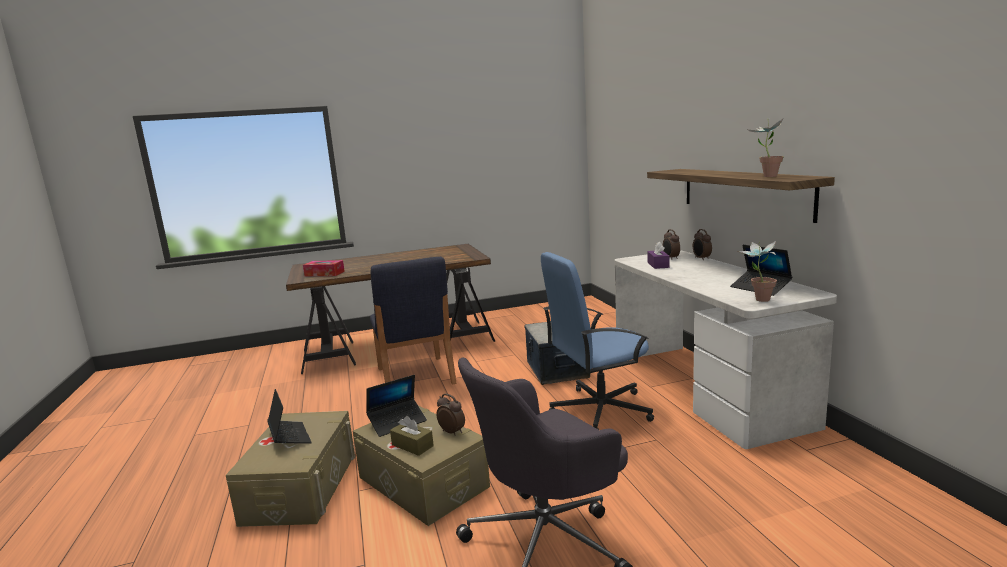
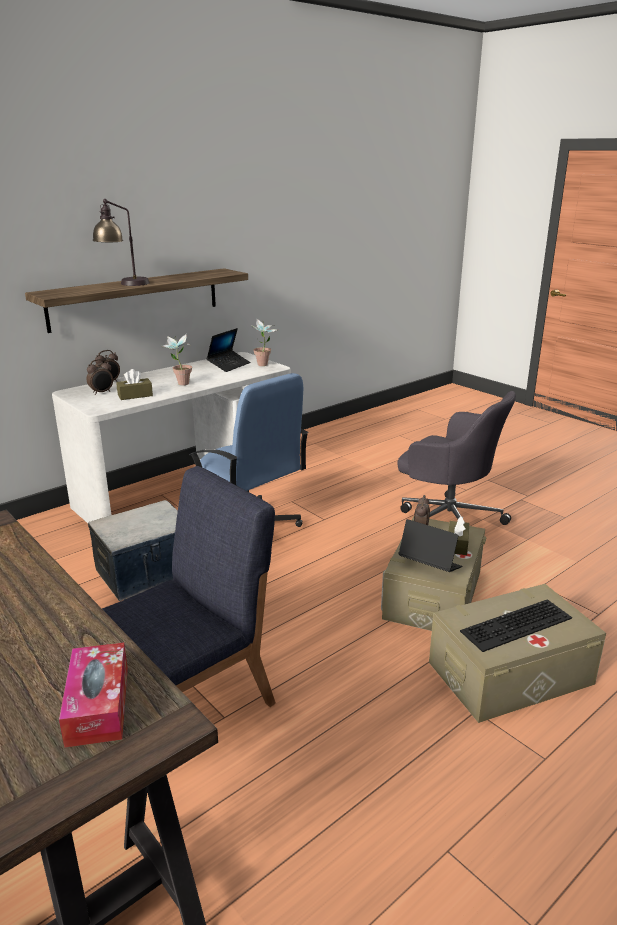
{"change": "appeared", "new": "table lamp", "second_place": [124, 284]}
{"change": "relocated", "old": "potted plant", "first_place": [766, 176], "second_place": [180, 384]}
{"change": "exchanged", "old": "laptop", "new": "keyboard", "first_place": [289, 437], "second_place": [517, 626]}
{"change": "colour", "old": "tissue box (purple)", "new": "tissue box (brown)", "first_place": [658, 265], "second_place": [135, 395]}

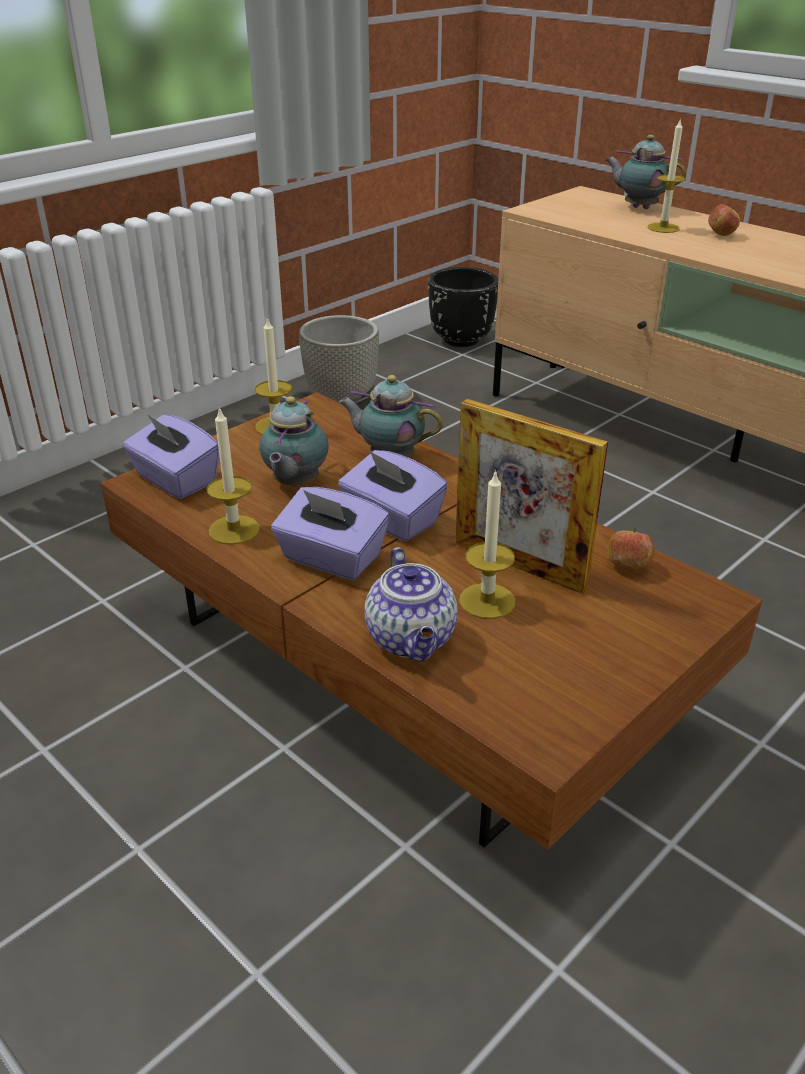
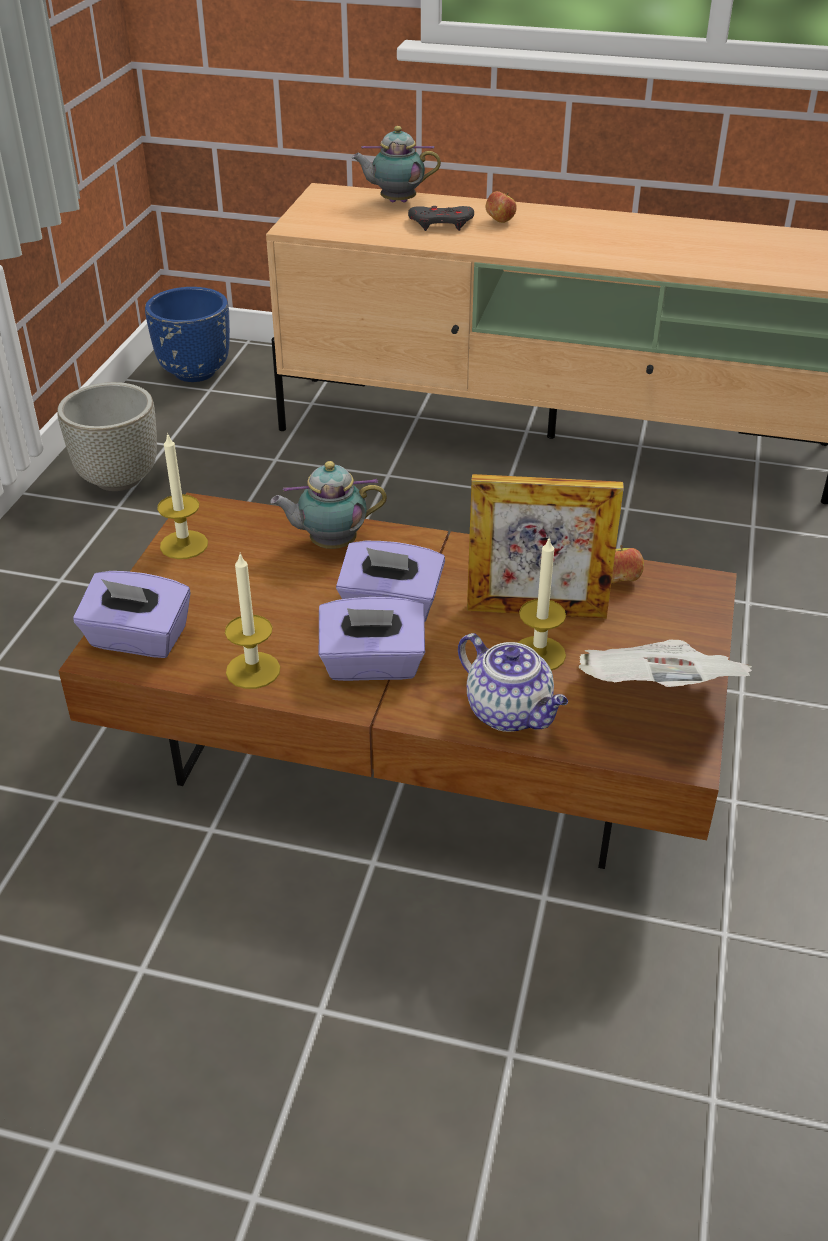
{"change": "missing", "old": "teapot", "first_place": [294, 484]}
{"change": "appeared", "new": "newspaper", "second_place": [656, 697]}
{"change": "exchanged", "old": "candle", "new": "game controller (grey)", "first_place": [663, 228], "second_place": [441, 224]}
{"change": "colour", "old": "planter (black)", "new": "planter (blue)", "first_place": [461, 340], "second_place": [195, 372]}

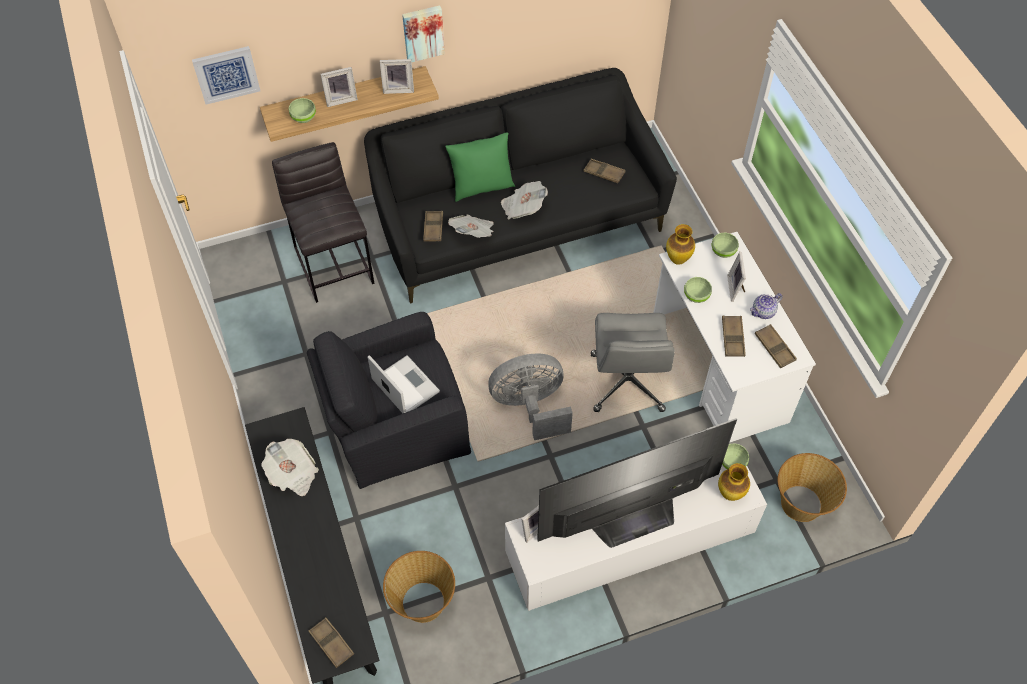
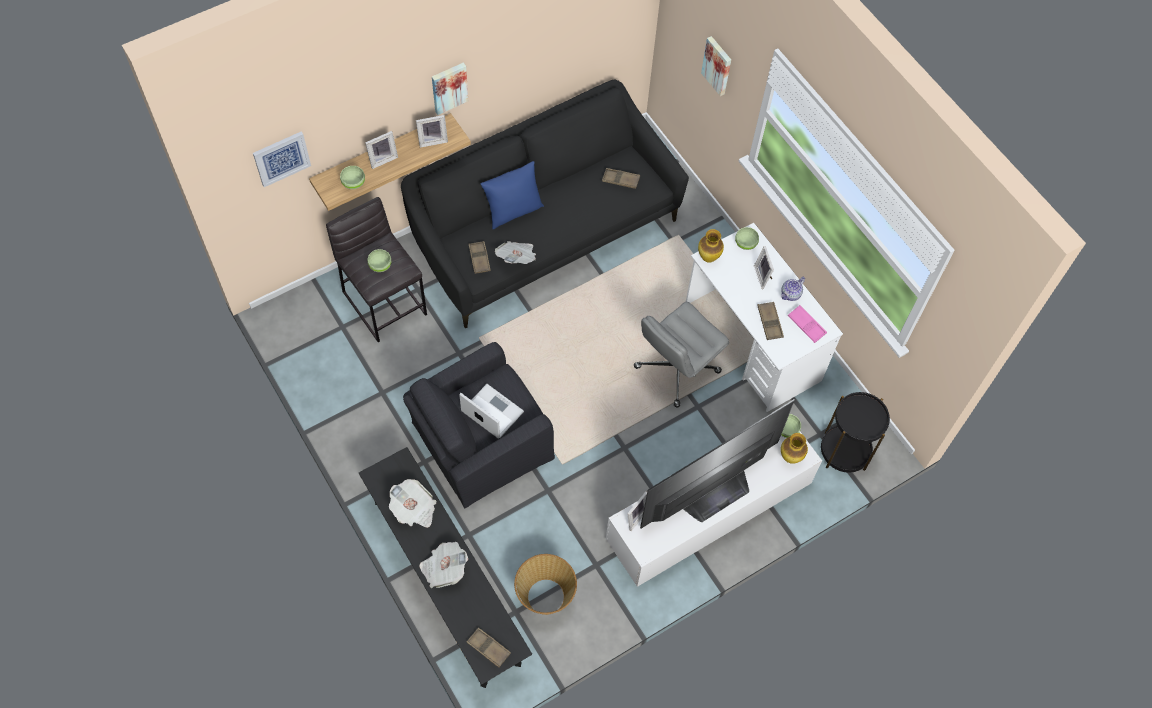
{"change": "missing", "old": "fan (grey)", "first_place": [530, 407]}
{"change": "appeared", "new": "picture", "second_place": [718, 65]}
{"change": "relocated", "old": "newspaper", "first_place": [523, 208], "second_place": [443, 569]}
{"change": "relocated", "old": "bowl (green)", "first_place": [696, 297], "second_place": [380, 266]}
{"change": "exchanged", "old": "basket", "new": "side table (black)", "first_place": [801, 504], "second_place": [845, 451]}
{"change": "colour", "old": "pillow (green)", "new": "pillow (blue)", "first_place": [481, 187], "second_place": [513, 211]}
{"change": "colour", "old": "tray (brown)", "new": "tray (pink)", "first_place": [774, 348], "second_place": [806, 325]}
{"change": "spun", "old": "office chair (grey)", "first_place": [627, 383], "second_place": [676, 370], "degrees": 60}

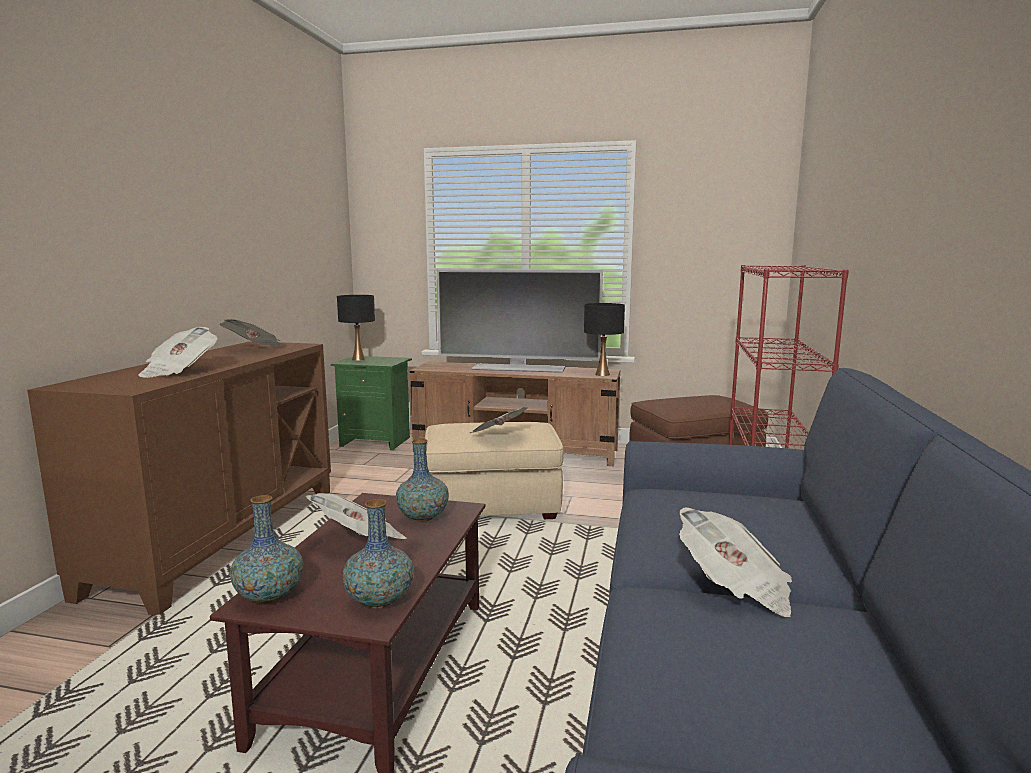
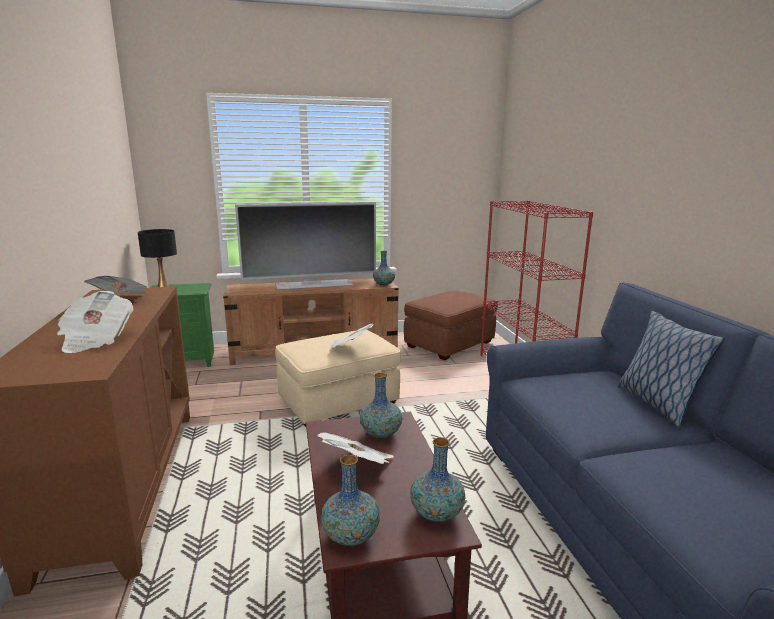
{"change": "missing", "old": "newspaper", "first_place": [735, 588]}
{"change": "appeared", "new": "pillow", "second_place": [656, 403]}
{"change": "exchanged", "old": "table lamp (black)", "new": "vase", "first_place": [602, 374], "second_place": [384, 284]}

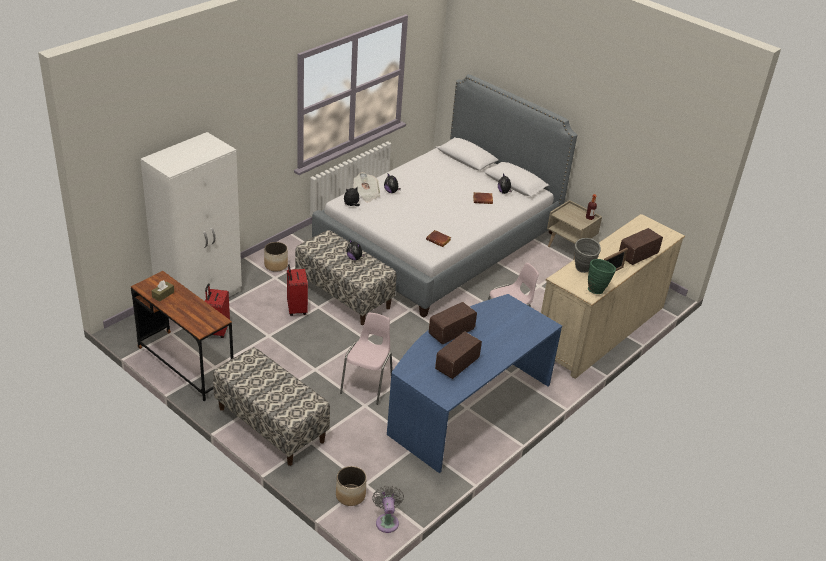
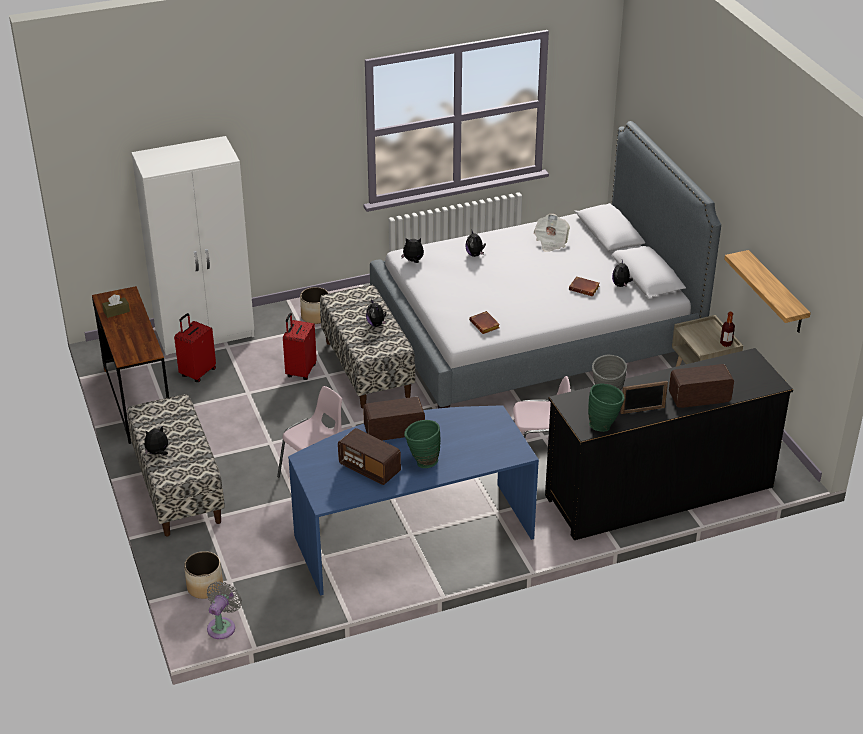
{"change": "appeared", "new": "plush toy", "second_place": [158, 453]}
{"change": "appeared", "new": "vase (green)", "second_place": [422, 461]}
{"change": "appeared", "new": "shelf", "second_place": [776, 293]}
{"change": "relocated", "old": "newspaper", "first_place": [366, 194], "second_place": [551, 242]}
{"change": "colour", "old": "dresser (beige)", "new": "dresser (black)", "first_place": [600, 329], "second_place": [659, 491]}
{"change": "spun", "old": "radio", "first_place": [457, 365], "second_place": [369, 469], "degrees": -120}

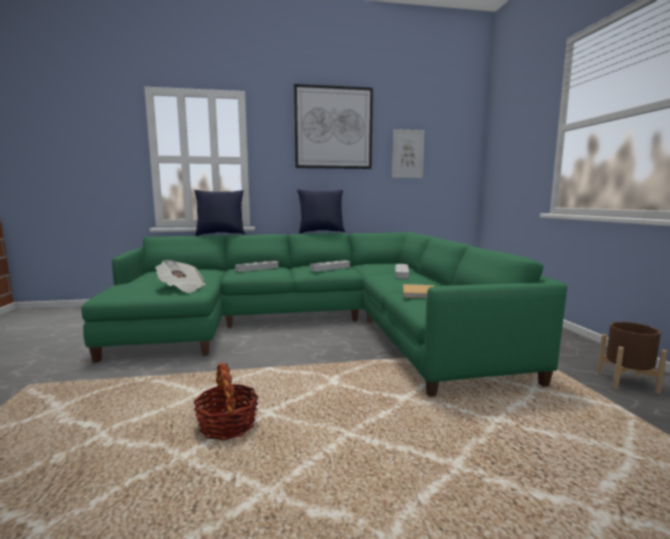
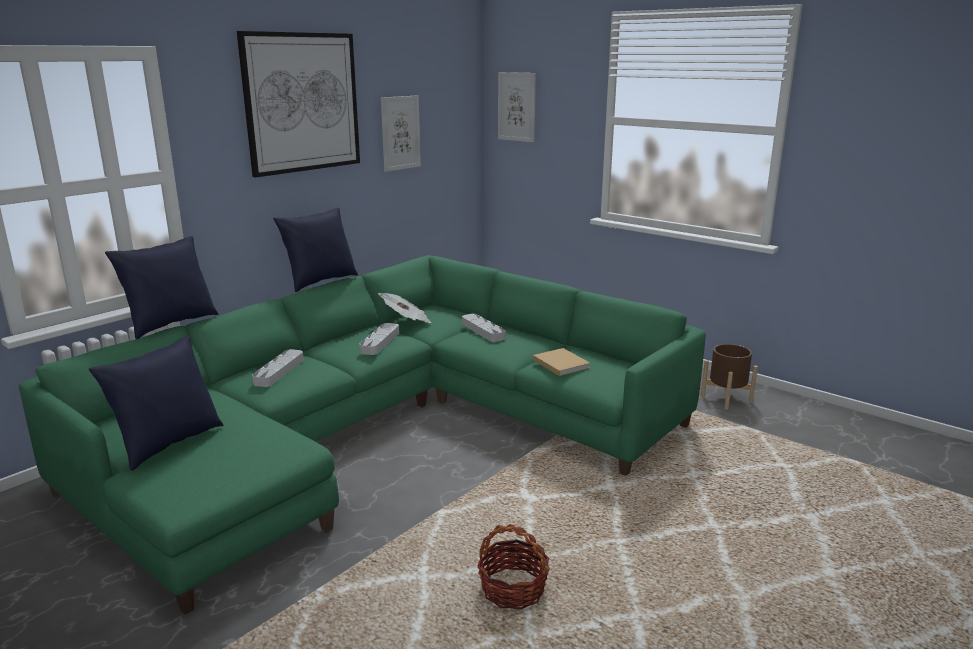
{"change": "appeared", "new": "pillow (blue)", "second_place": [168, 443]}
{"change": "appeared", "new": "picture", "second_place": [516, 107]}
{"change": "relocated", "old": "newspaper", "first_place": [182, 288], "second_place": [406, 321]}

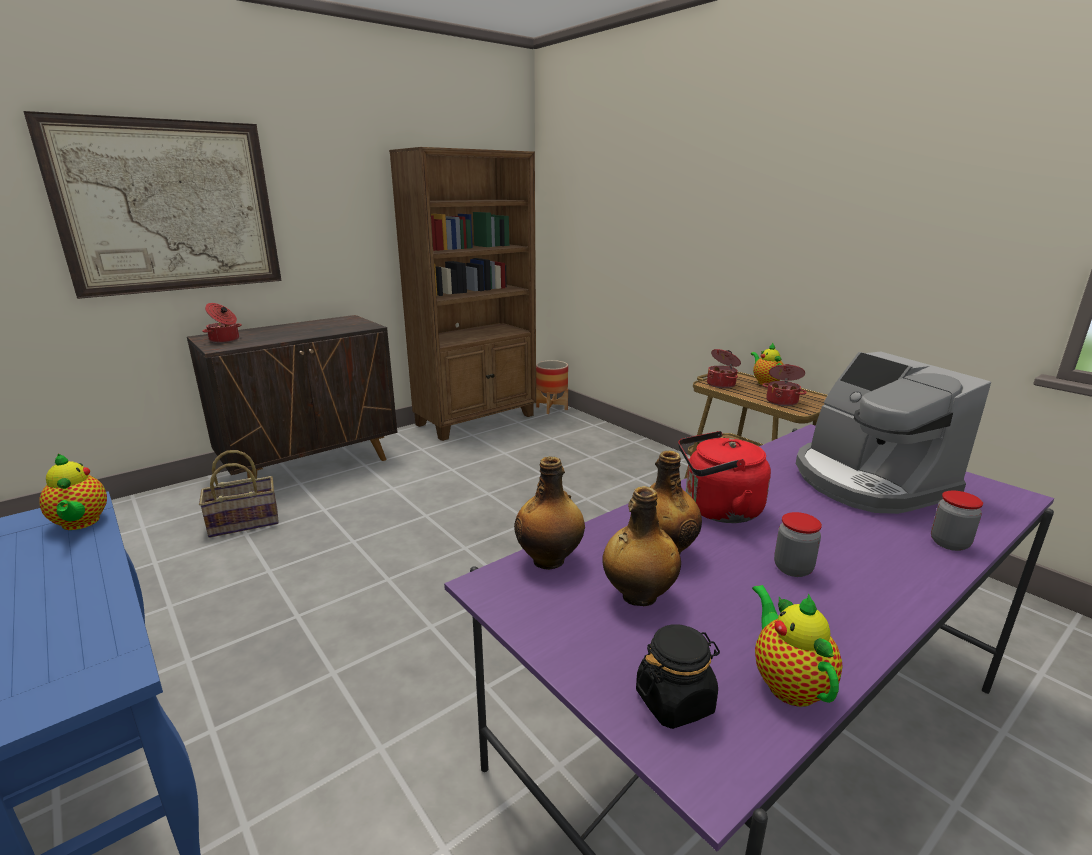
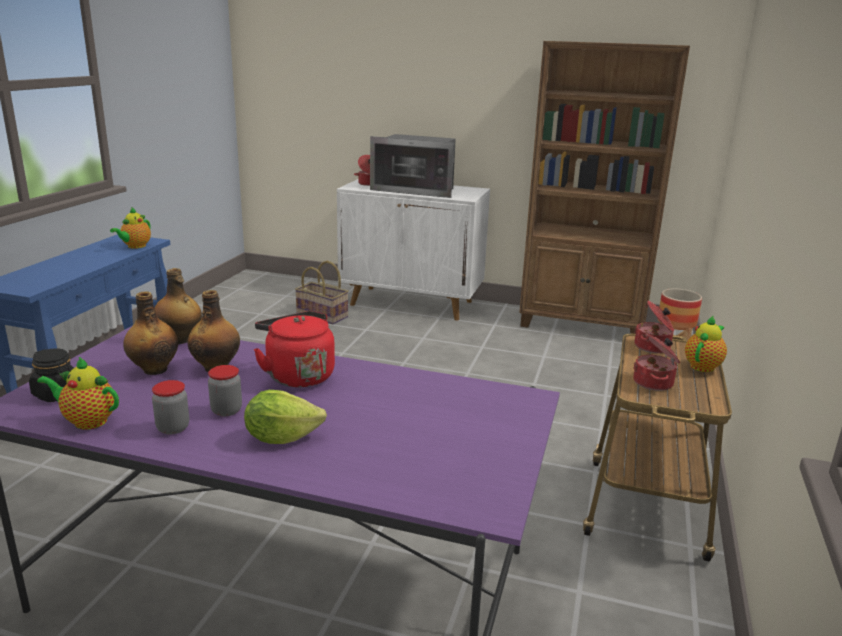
{"change": "missing", "old": "picture", "first_place": [169, 207]}
{"change": "missing", "old": "coffee machine", "first_place": [867, 481]}
{"change": "appeared", "new": "lettuce", "second_place": [281, 437]}
{"change": "appeared", "new": "microwave", "second_place": [416, 189]}
{"change": "relocated", "old": "jar", "first_place": [949, 543], "second_place": [173, 428]}
{"change": "colour", "old": "cabinet (brown)", "new": "cabinet (white)", "first_place": [312, 466], "second_place": [412, 303]}
{"change": "spun", "old": "teapot", "first_place": [788, 682], "second_place": [87, 421], "degrees": -120}

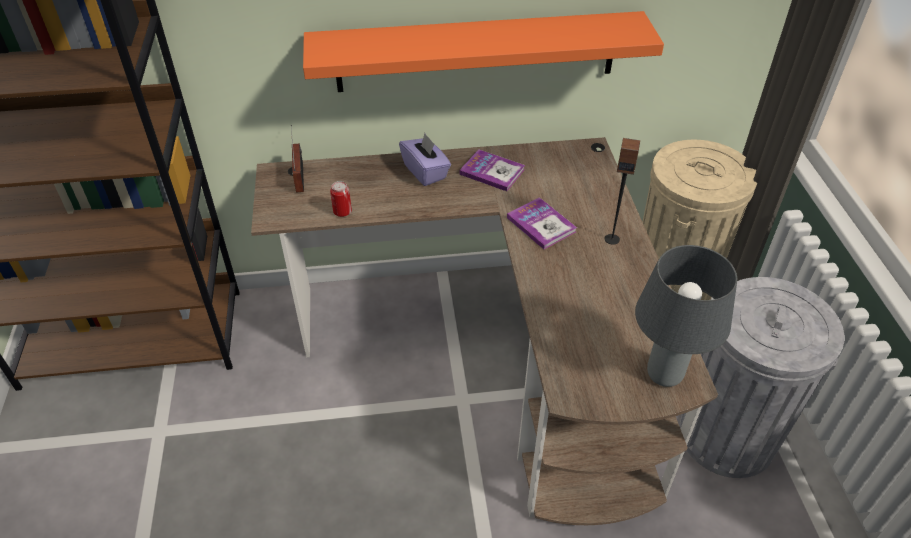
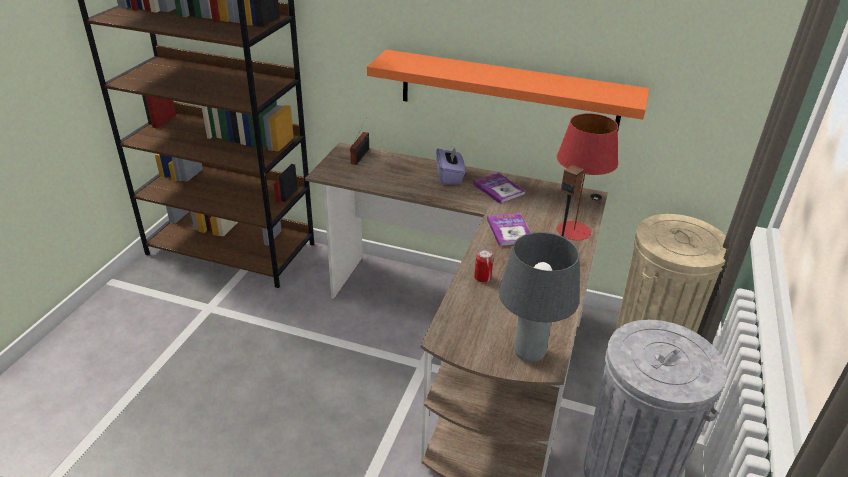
{"change": "appeared", "new": "table lamp (red)", "second_place": [573, 231]}
{"change": "relocated", "old": "can", "first_place": [342, 212], "second_place": [482, 278]}

